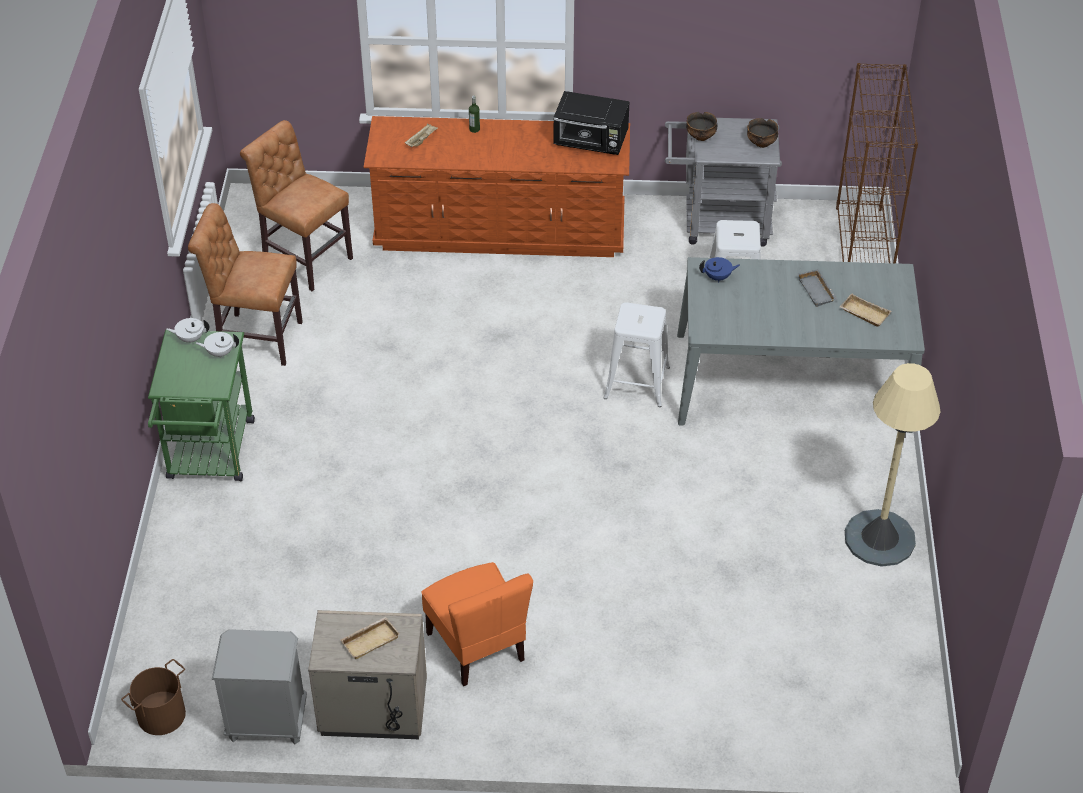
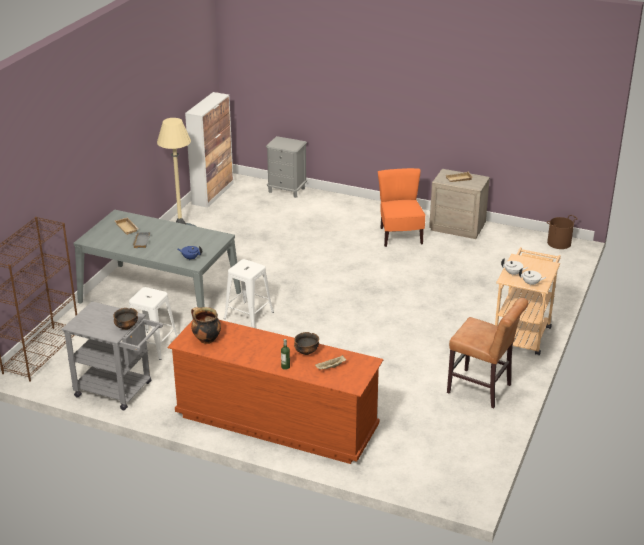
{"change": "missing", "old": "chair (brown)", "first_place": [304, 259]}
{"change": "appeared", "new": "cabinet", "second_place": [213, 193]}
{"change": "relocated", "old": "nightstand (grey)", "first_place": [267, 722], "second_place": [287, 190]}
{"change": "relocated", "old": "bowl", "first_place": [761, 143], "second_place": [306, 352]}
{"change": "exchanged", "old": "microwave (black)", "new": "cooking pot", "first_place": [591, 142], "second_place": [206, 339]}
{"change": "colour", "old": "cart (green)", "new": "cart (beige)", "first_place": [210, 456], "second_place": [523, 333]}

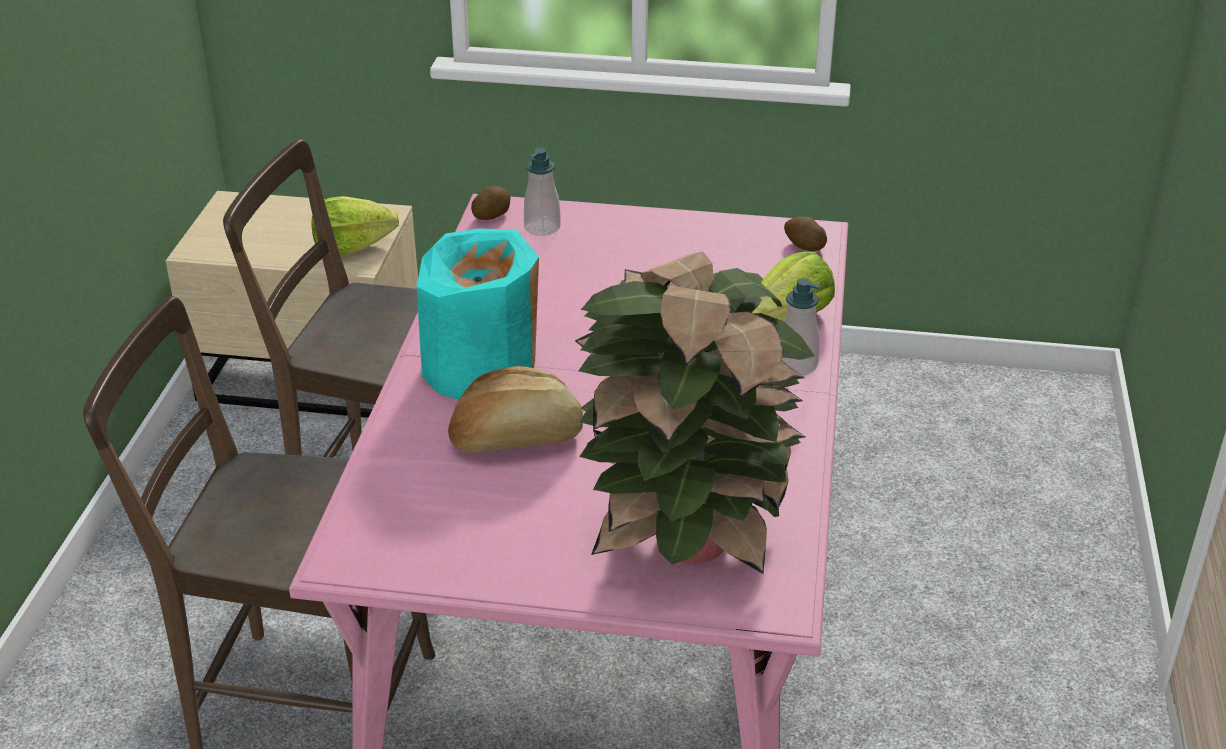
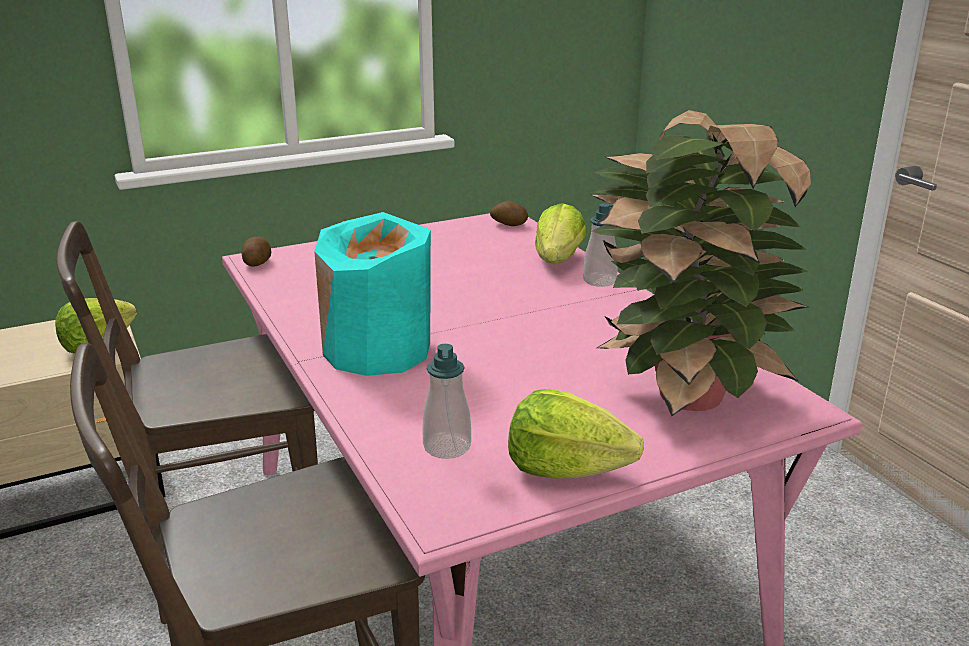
{"change": "missing", "old": "bread", "first_place": [516, 438]}
{"change": "appeared", "new": "lettuce", "second_place": [566, 469]}
{"change": "relocated", "old": "soap dispenser", "first_place": [542, 227], "second_place": [447, 447]}

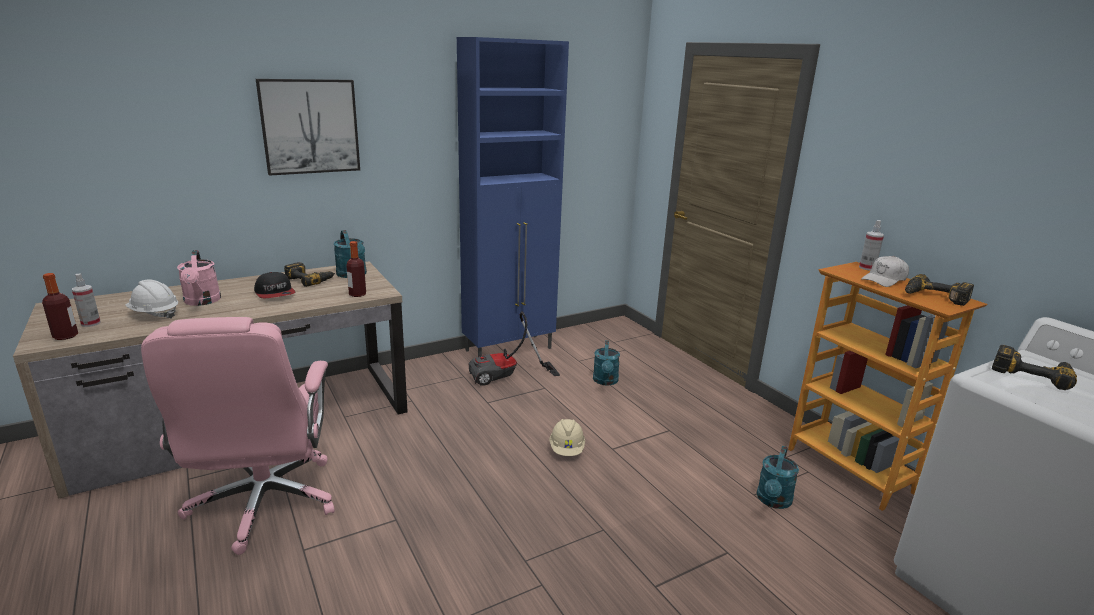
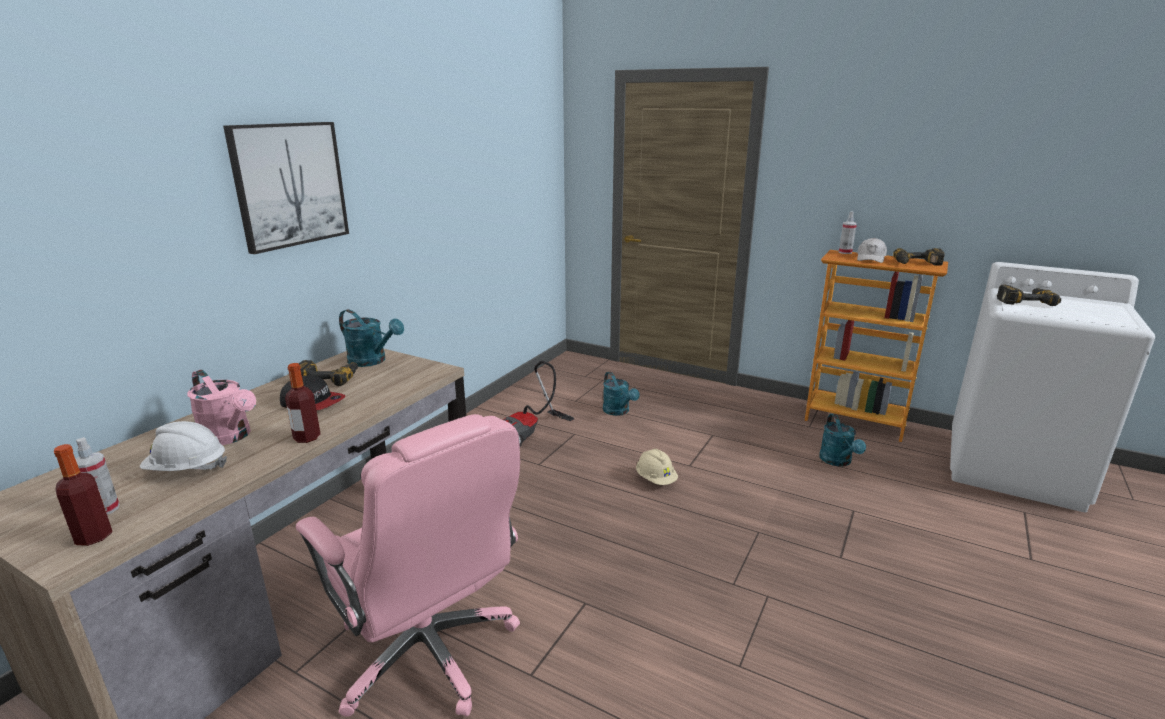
{"change": "missing", "old": "cabinet (blue)", "first_place": [510, 349]}
{"change": "relocated", "old": "bottle", "first_place": [357, 294], "second_place": [307, 438]}

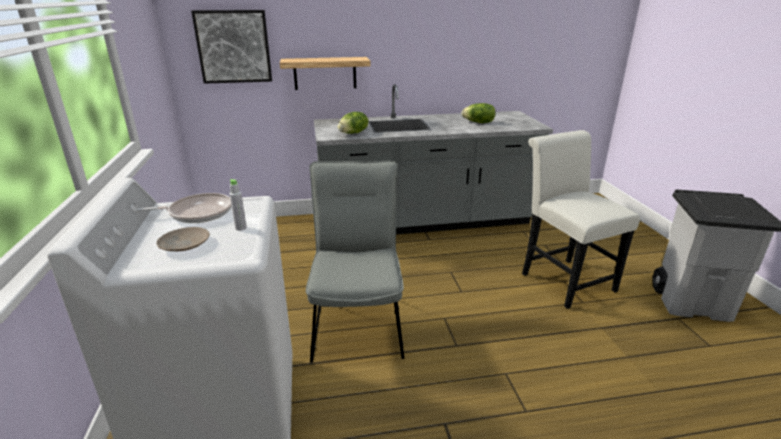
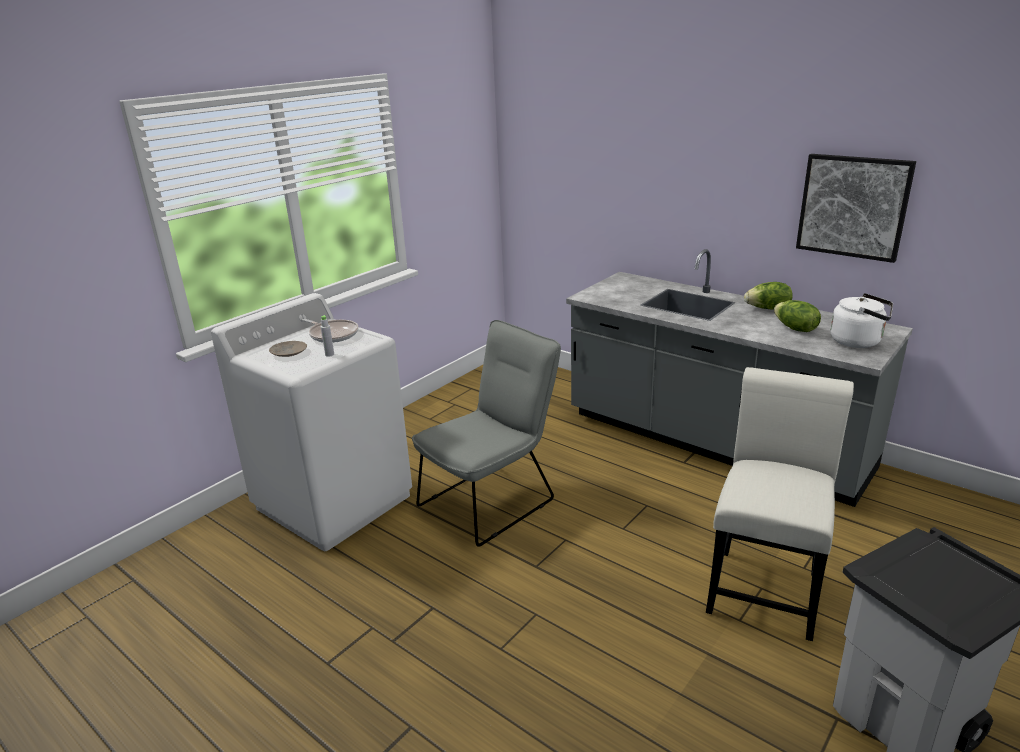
{"change": "missing", "old": "shelf", "first_place": [325, 73]}
{"change": "appeared", "new": "kettle (white)", "second_place": [858, 342]}
{"change": "relocated", "old": "picture", "first_place": [233, 47], "second_place": [853, 206]}
{"change": "relocated", "old": "lettuce", "first_place": [353, 133], "second_place": [768, 308]}

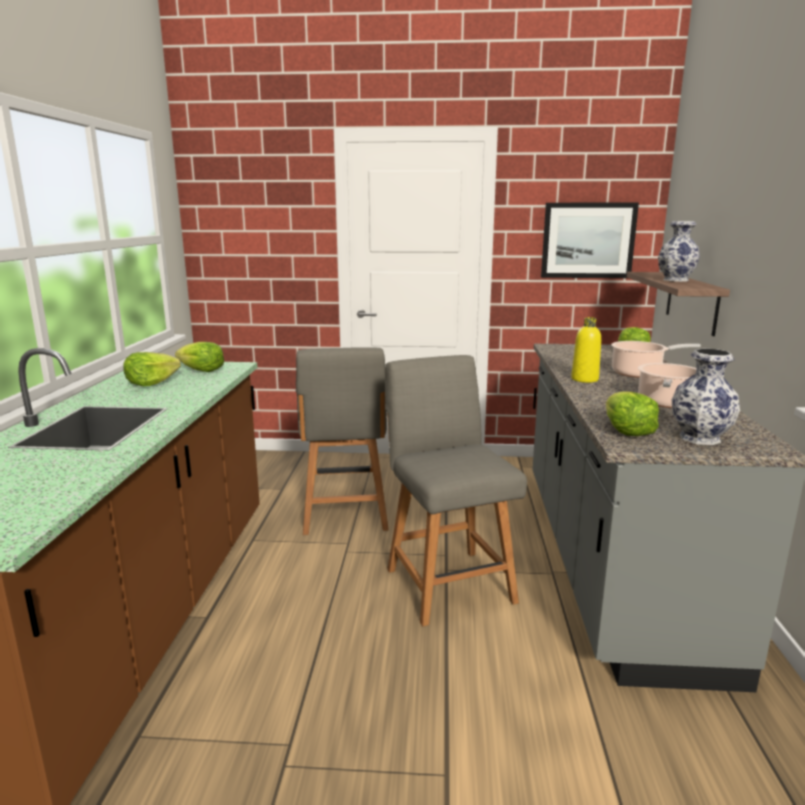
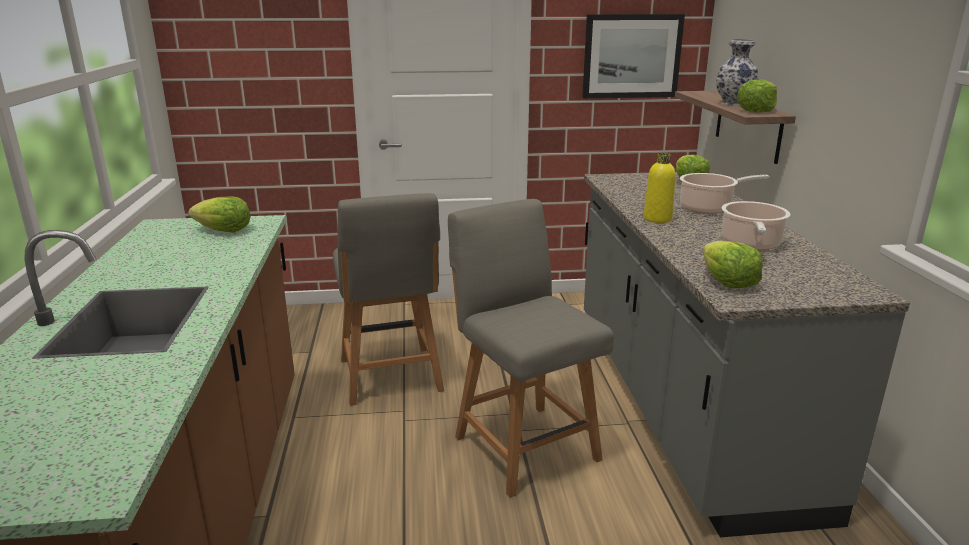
{"change": "missing", "old": "vase", "first_place": [699, 438]}
{"change": "relocated", "old": "lettuce", "first_place": [151, 383], "second_place": [756, 110]}

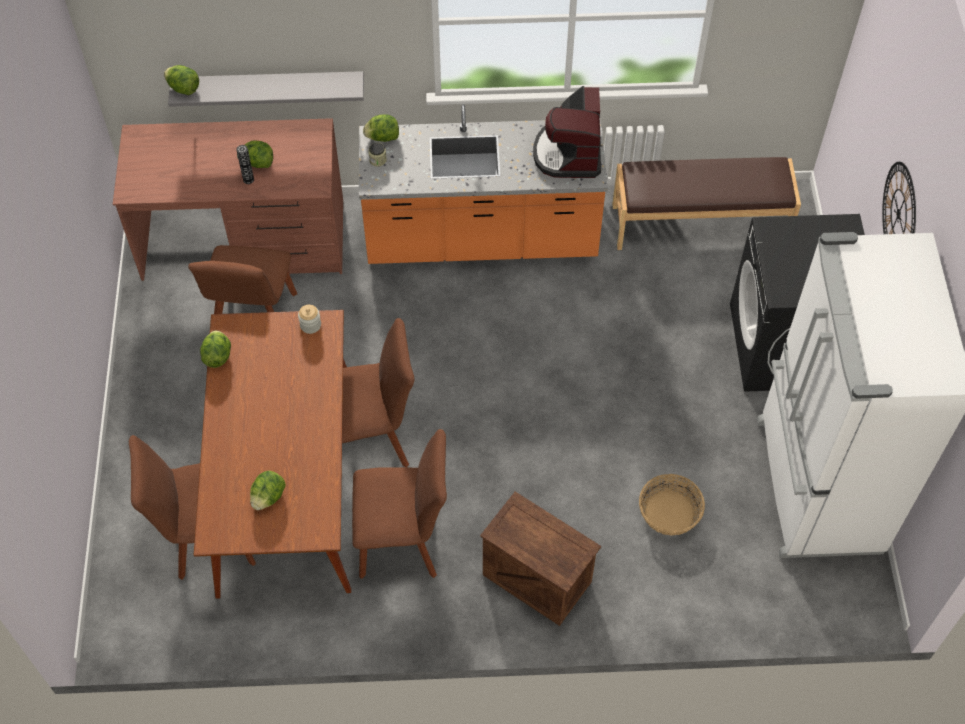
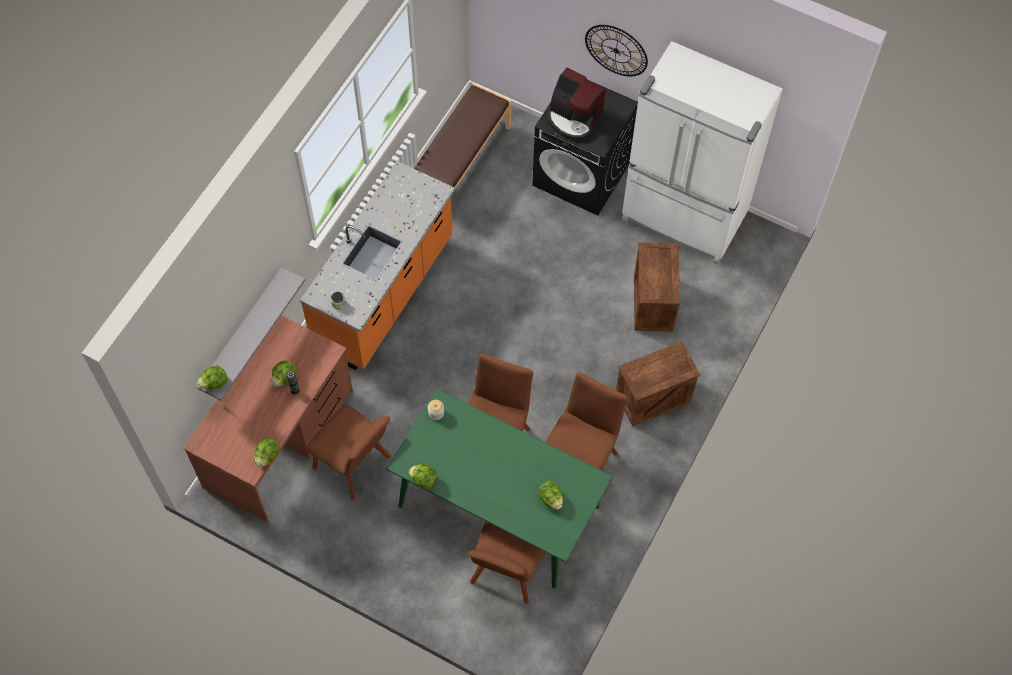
{"change": "relocated", "old": "lettuce", "first_place": [382, 137], "second_place": [267, 456]}
{"change": "relocated", "old": "coffee machine", "first_place": [568, 153], "second_place": [574, 118]}
{"change": "exchanged", "old": "basket", "new": "crate", "first_place": [669, 513], "second_place": [654, 303]}
{"change": "colour", "old": "dining table (brown)", "new": "dining table (green)", "first_place": [286, 485], "second_place": [498, 506]}

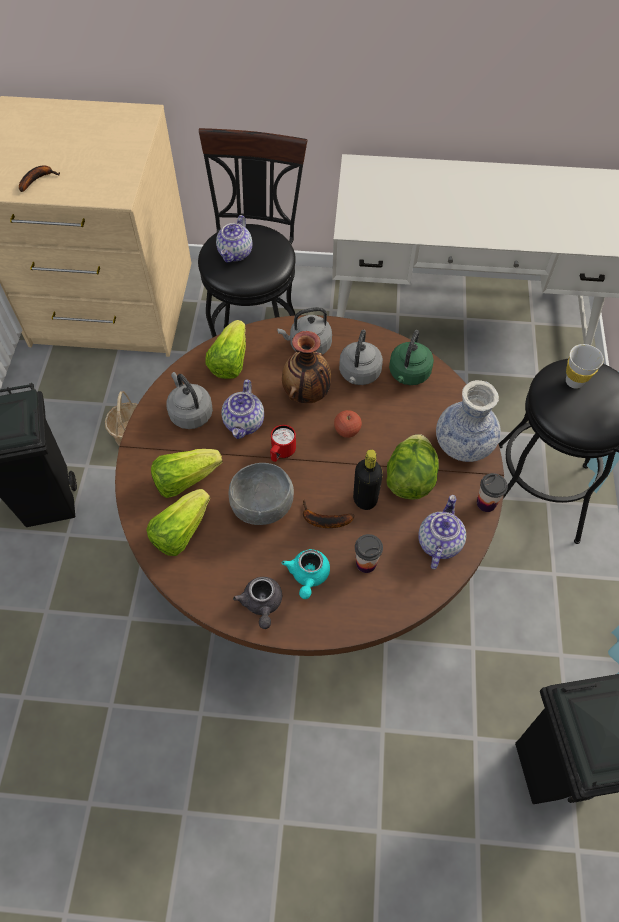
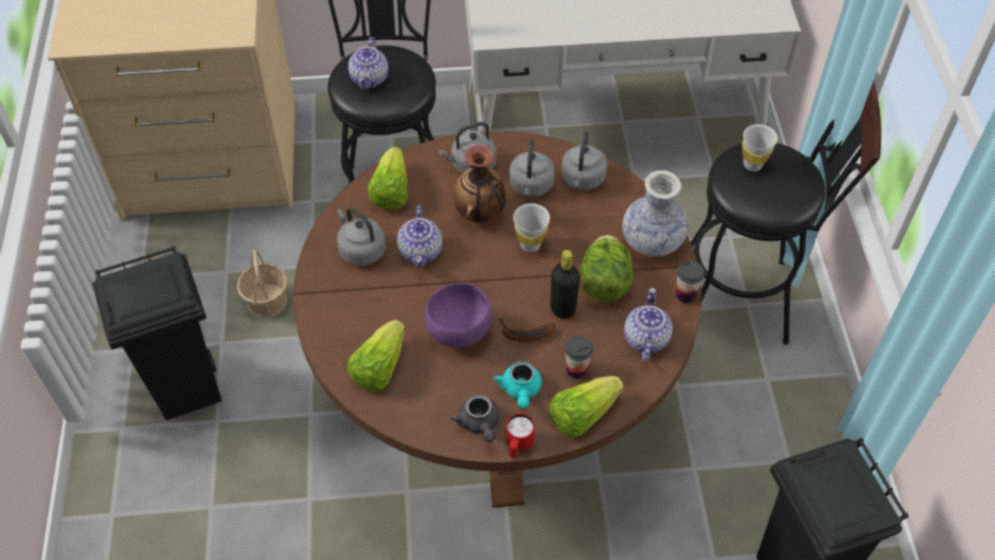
{"change": "missing", "old": "banana", "first_place": [38, 179]}
{"change": "relocated", "old": "lettuce", "first_place": [185, 479], "second_place": [582, 414]}
{"change": "relocated", "old": "mug (red)", "first_place": [281, 453], "second_place": [518, 446]}
{"change": "exchanged", "old": "apple", "new": "cup (white)", "first_place": [347, 431], "second_place": [530, 245]}
{"change": "colour", "old": "bowl (grey)", "new": "bowl (purple)", "first_place": [263, 508], "second_place": [460, 332]}
{"change": "colour", "old": "kettle (green)", "new": "kettle (grey)", "first_place": [408, 374], "second_place": [582, 180]}

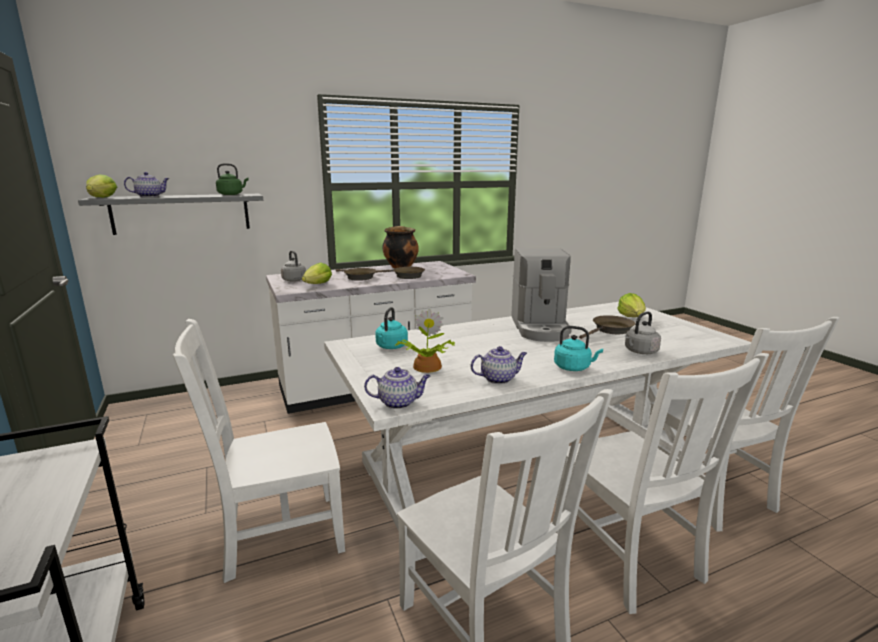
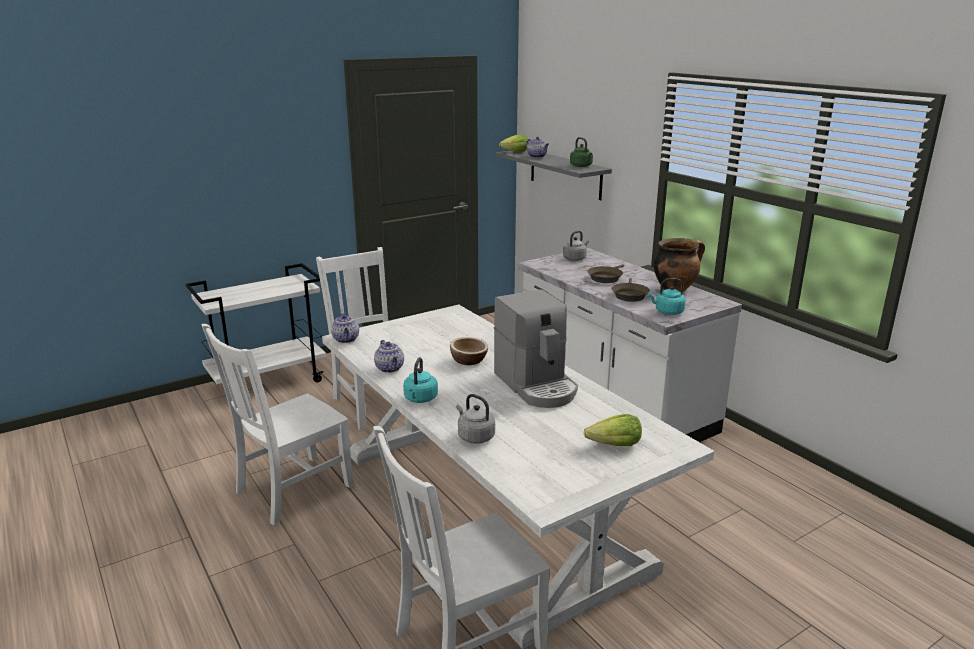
{"change": "missing", "old": "lettuce", "first_place": [318, 285]}
{"change": "missing", "old": "potted plant", "first_place": [426, 367]}
{"change": "missing", "old": "chair (white)", "first_place": [629, 557]}
{"change": "missing", "old": "frying pan (brown)", "first_place": [610, 330]}
{"change": "appeared", "new": "bowl", "second_place": [468, 360]}
{"change": "relocated", "old": "kettle (turquoise)", "first_place": [391, 347], "second_place": [667, 312]}
{"change": "spun", "old": "coffee machine", "first_place": [540, 327], "second_place": [537, 385], "degrees": -105}

